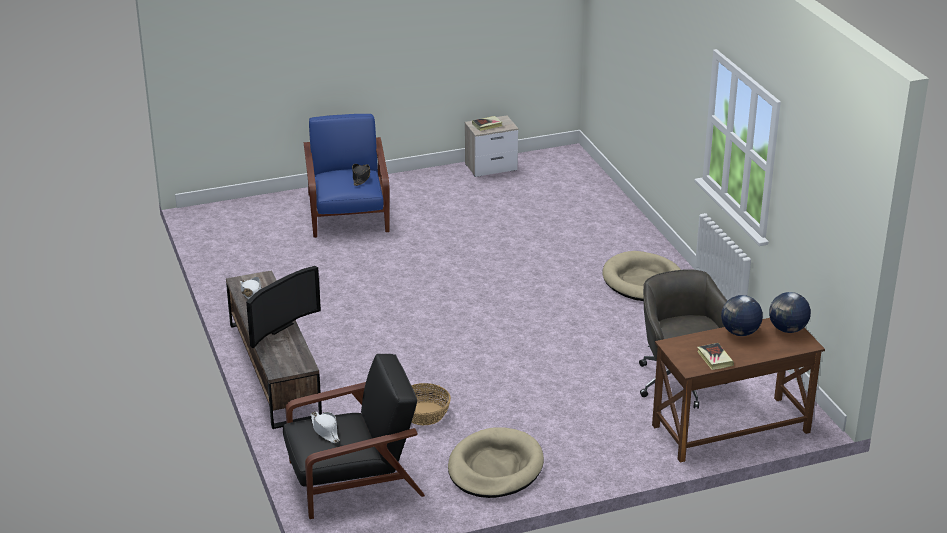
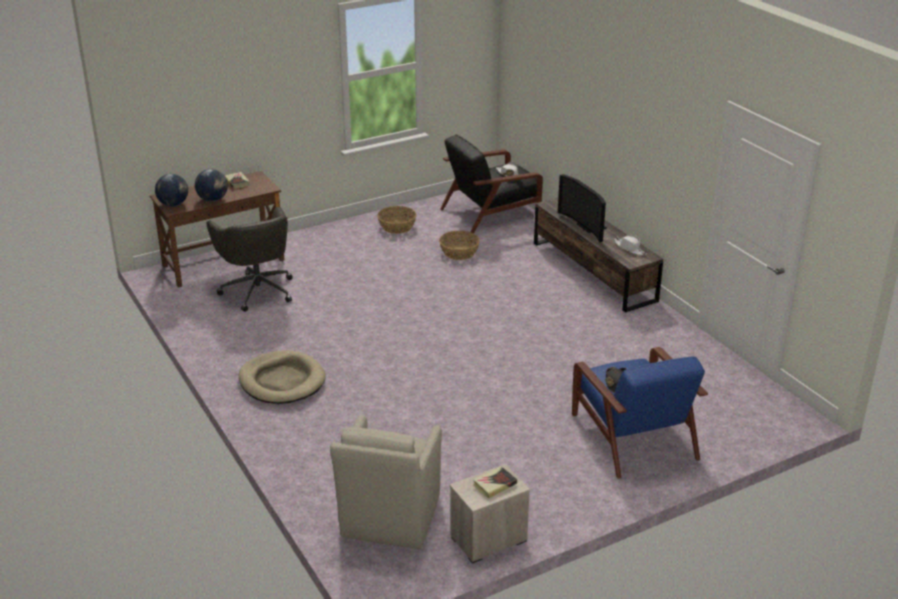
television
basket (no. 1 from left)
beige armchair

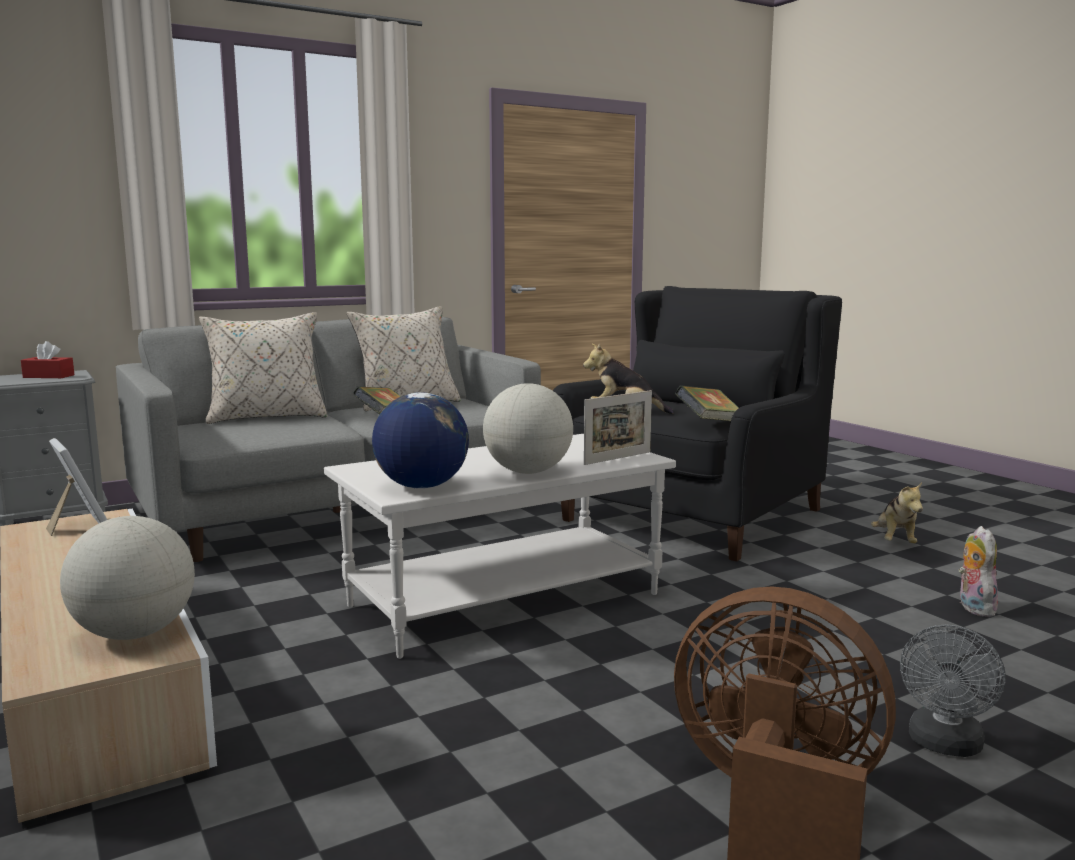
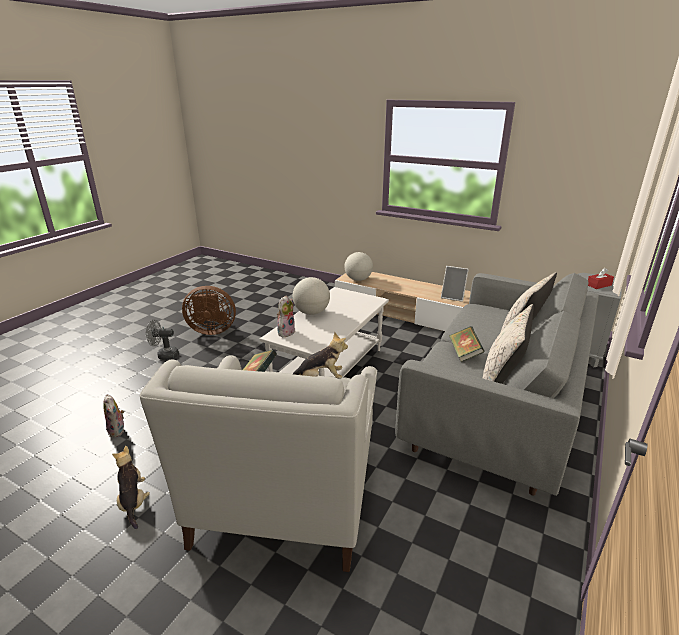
white armchair
plush toy (no. 3 from left)
globe (no. 2 from left in the first image)
grey fan

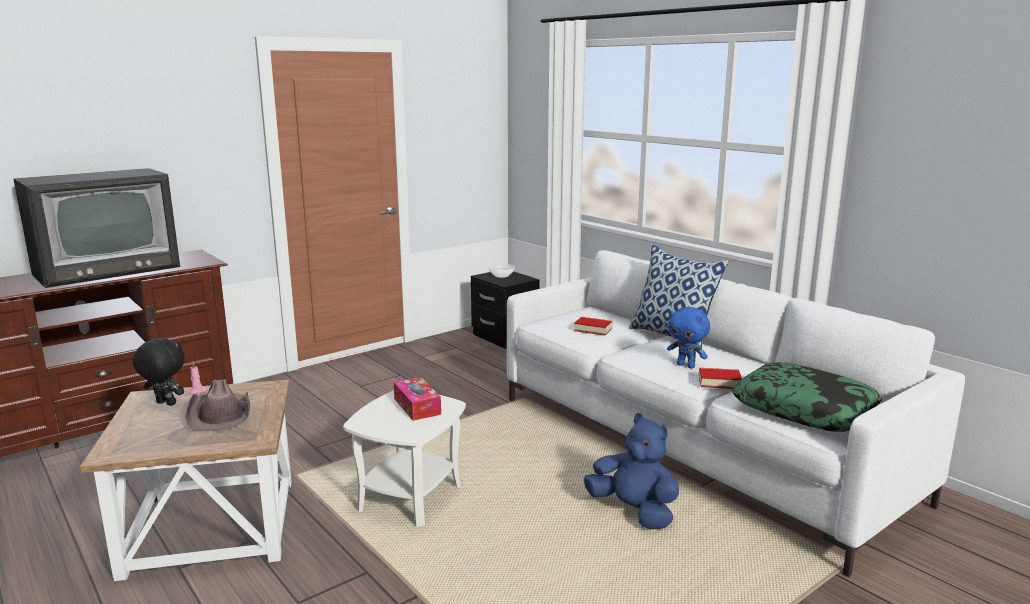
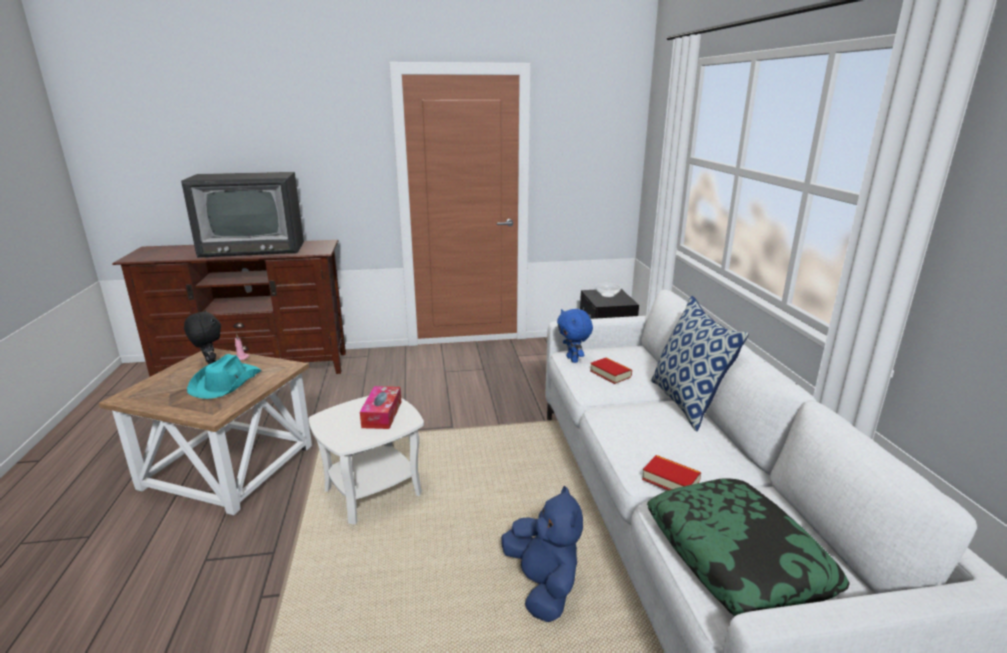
blue plush toy (no. 2 from left)
turquoise hat

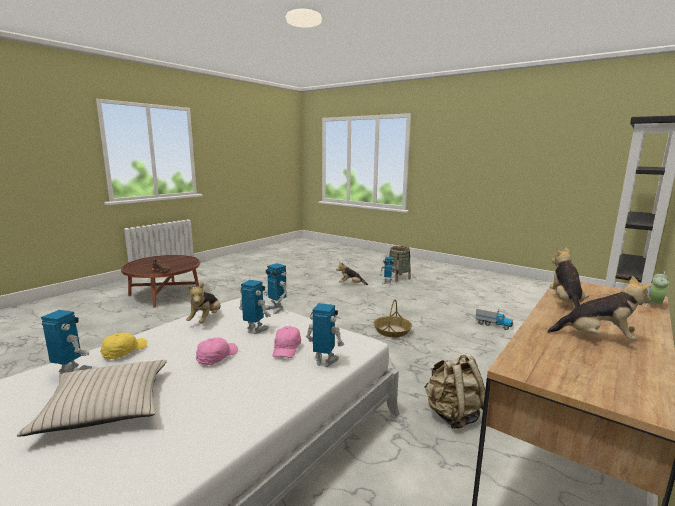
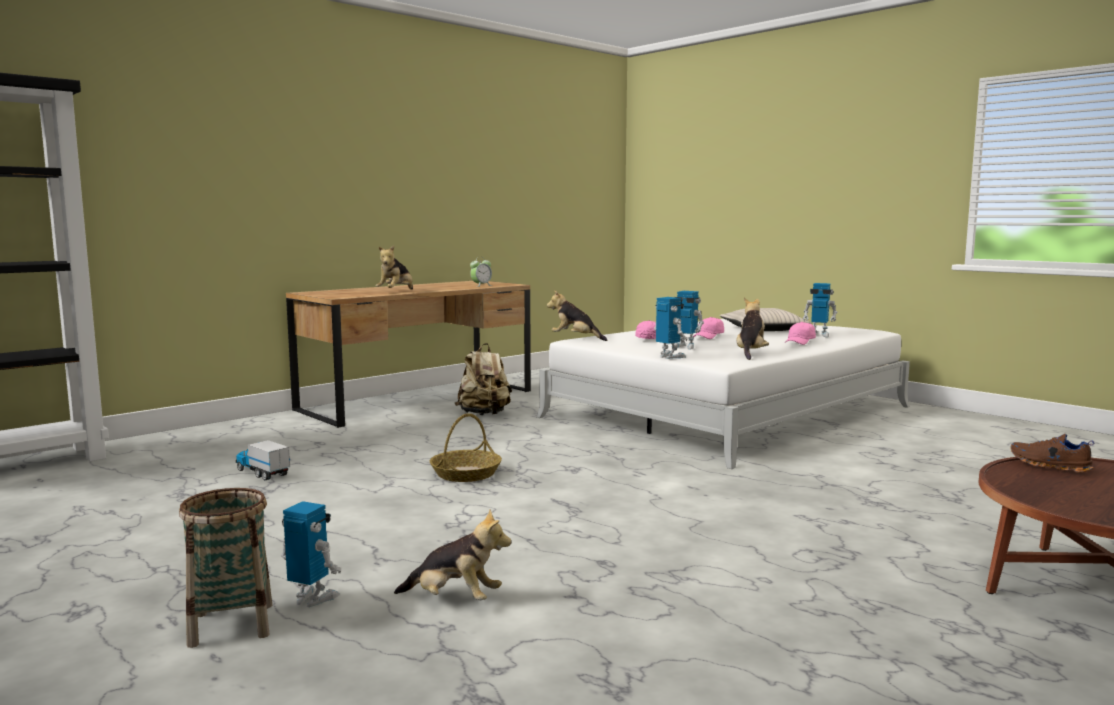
alarm clock
plush toy (no. 3 from left)
toy robot (no. 4 from left in the first image)
pink cap (no. 3 from left)

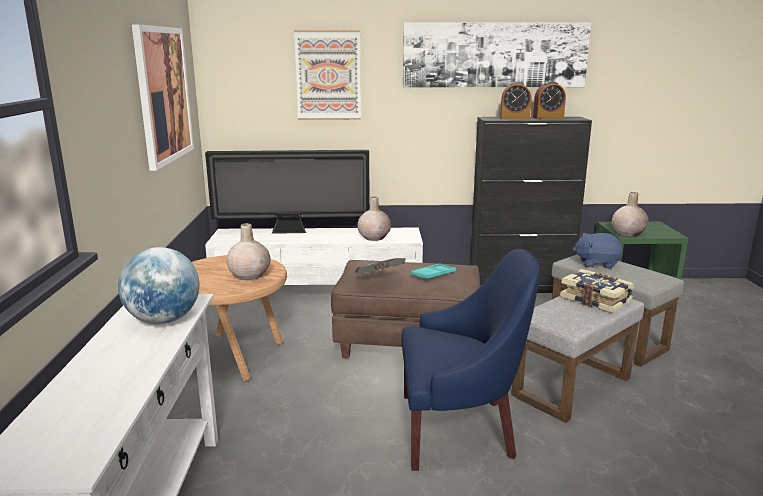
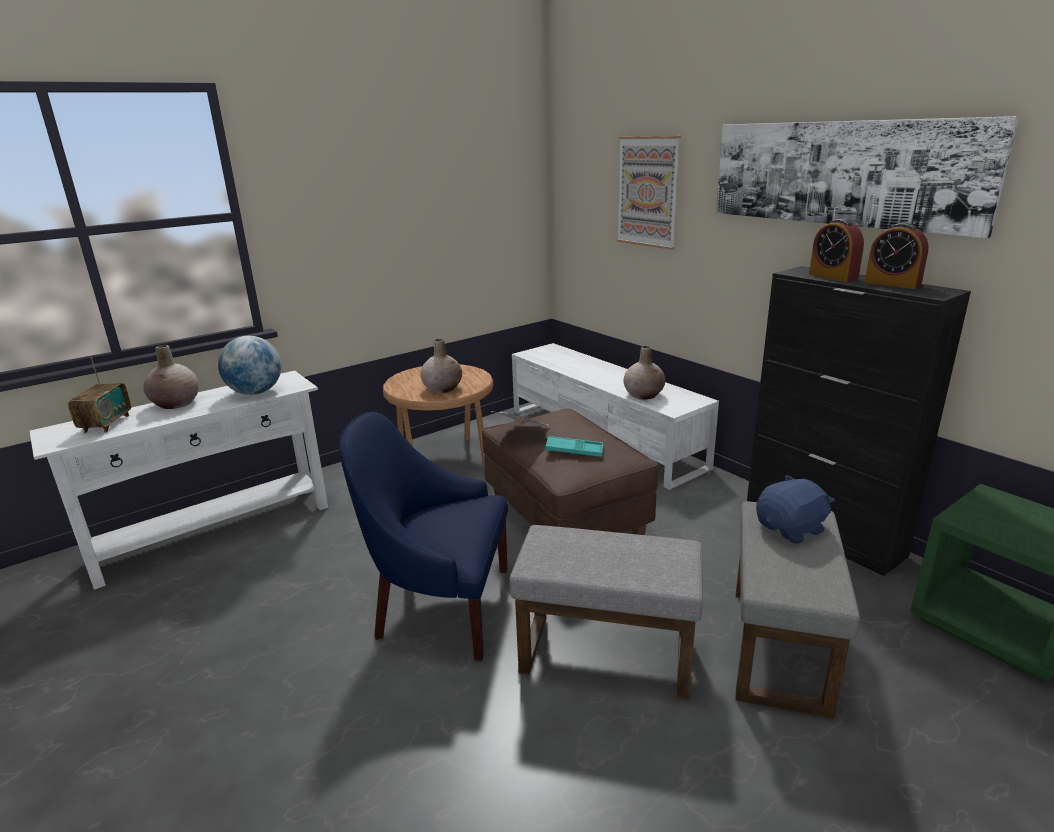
picture (no. 1 from left in the first image)
television
beige vase (no. 1 from left)
blue plush toy
blue armchair
book
radio

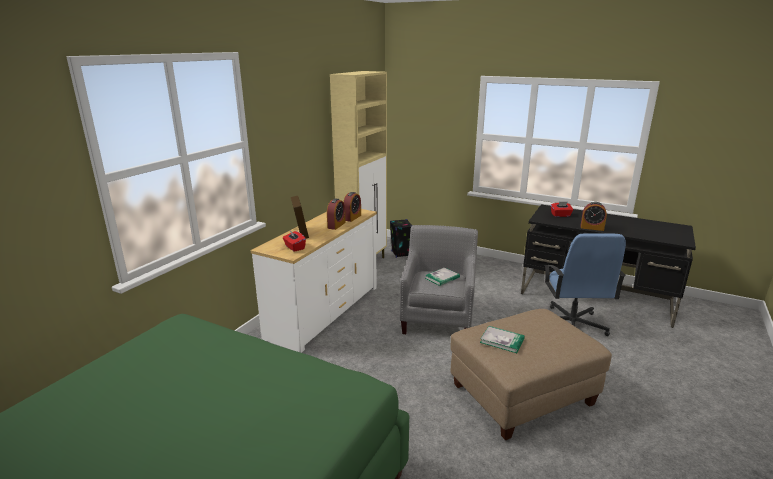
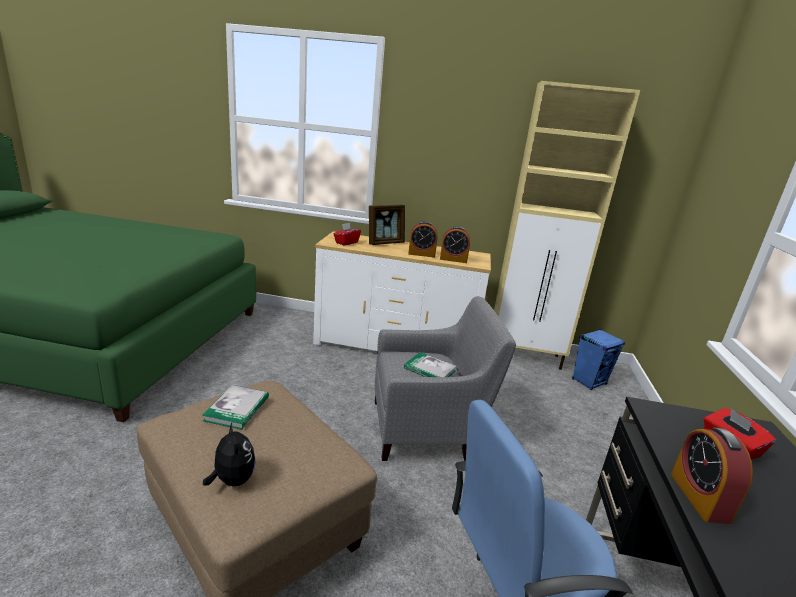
blue speaker
plush toy

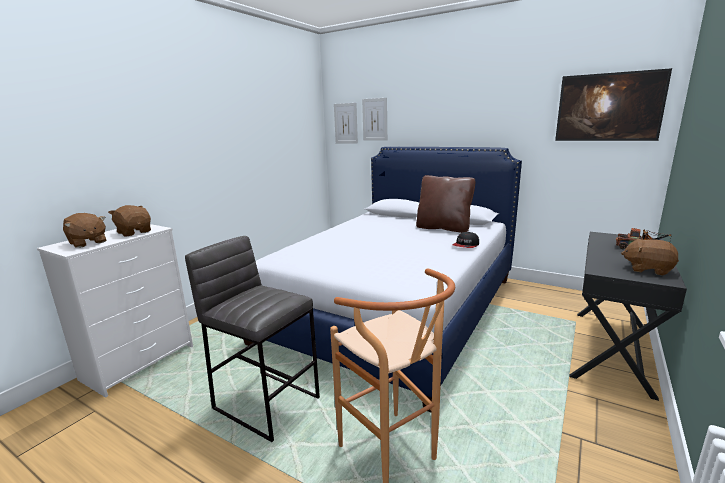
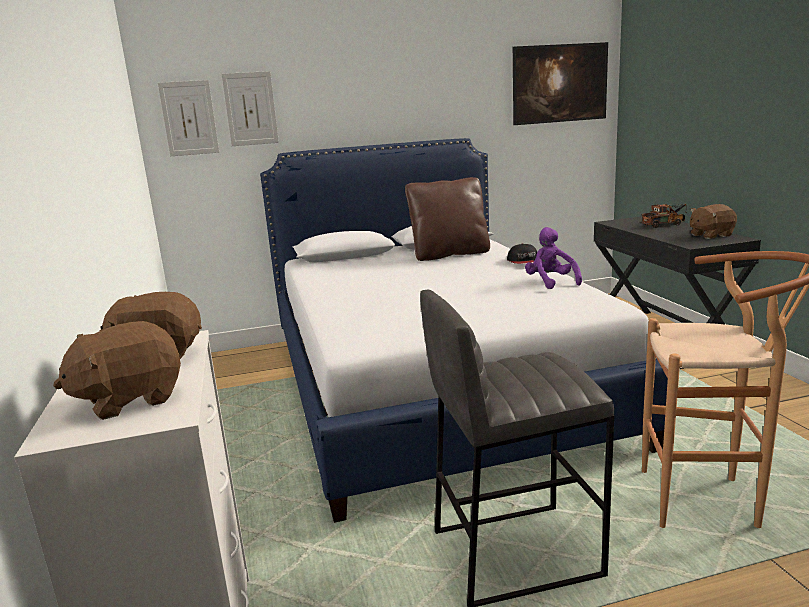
brown plush toy (no. 1 from left)
purple plush toy

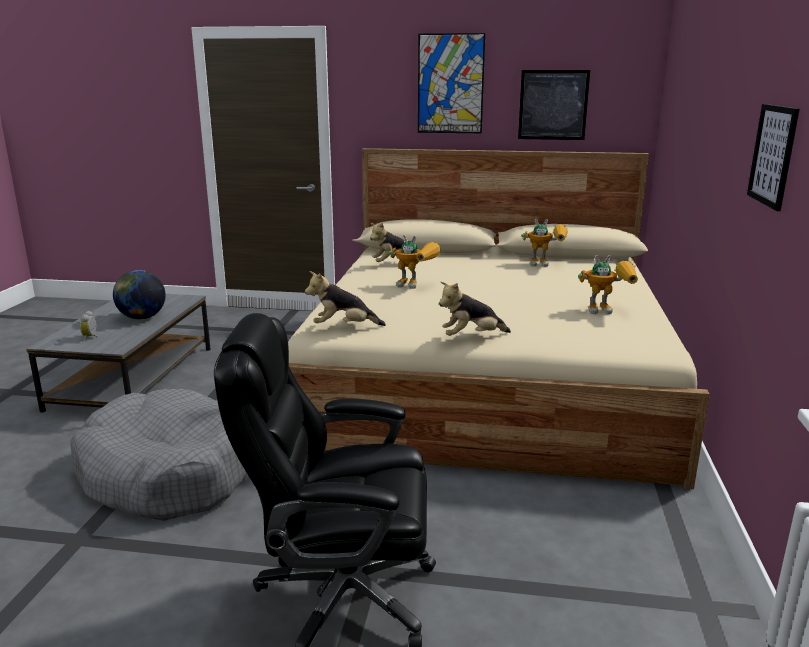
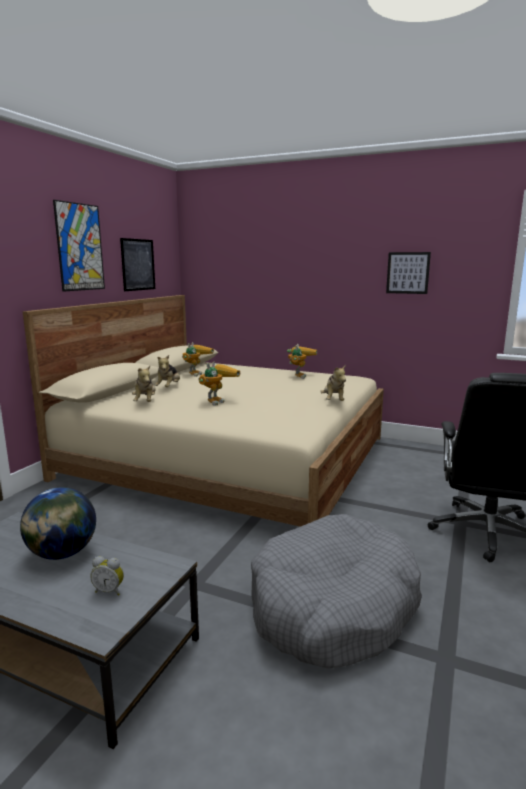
plush toy (no. 2 from left)

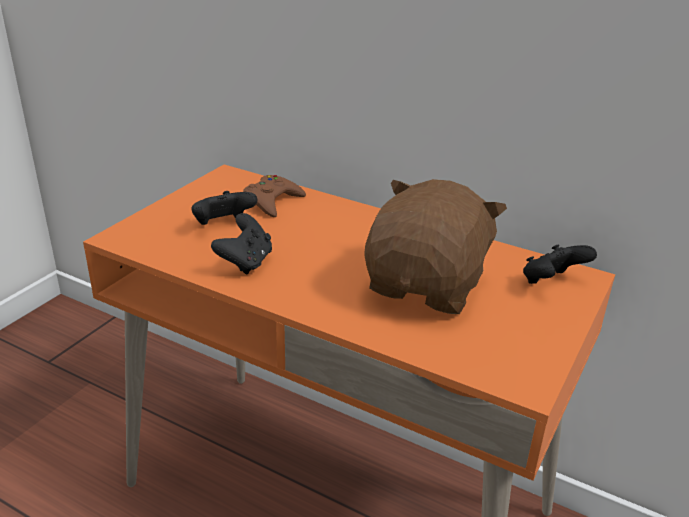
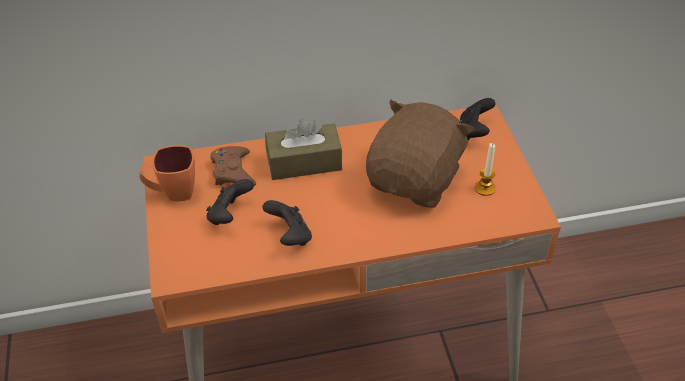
brown plush toy
brown tissue box
candle
orange mug

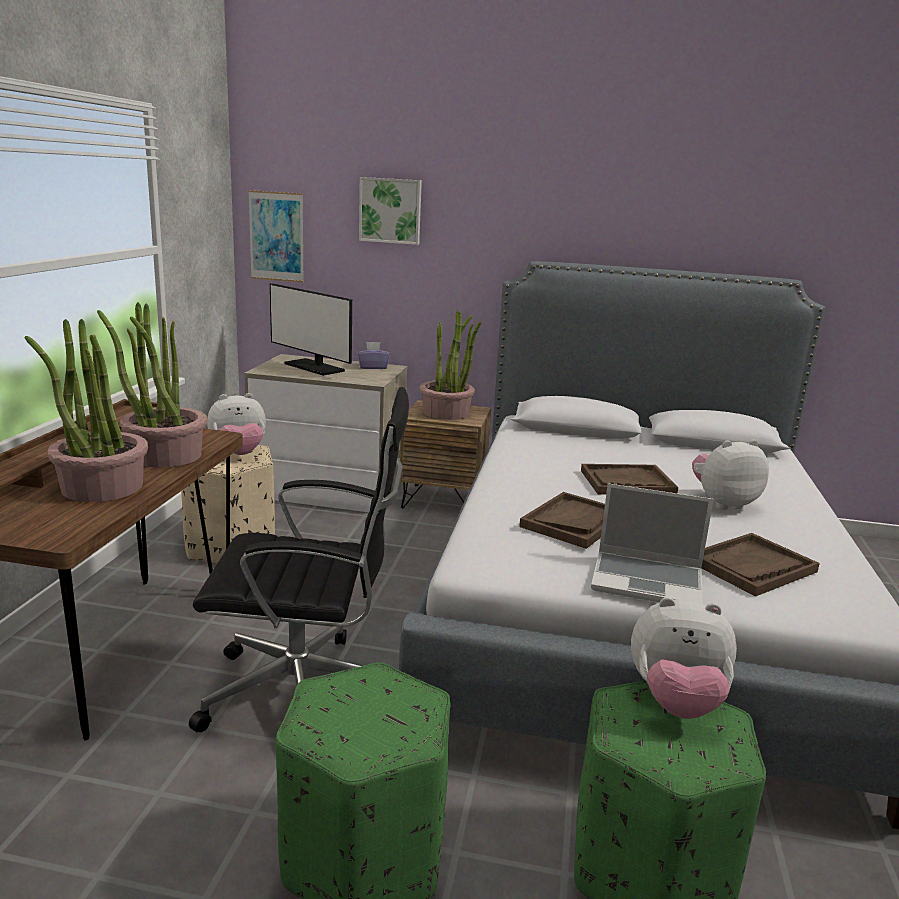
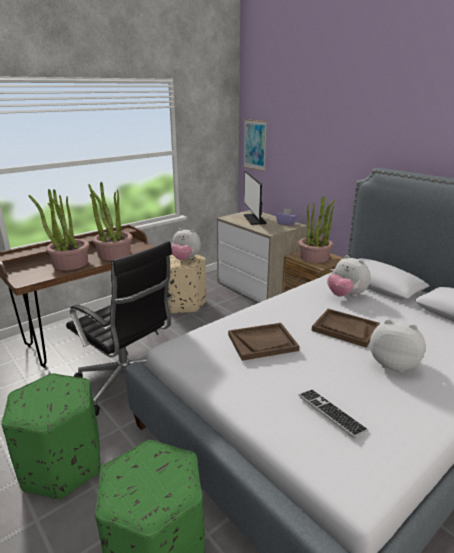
picture (no. 2 from left in the first image)
laptop
keyboard
plush toy (no. 2 from left)

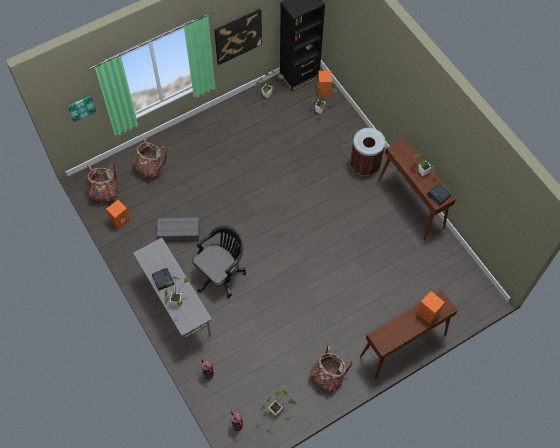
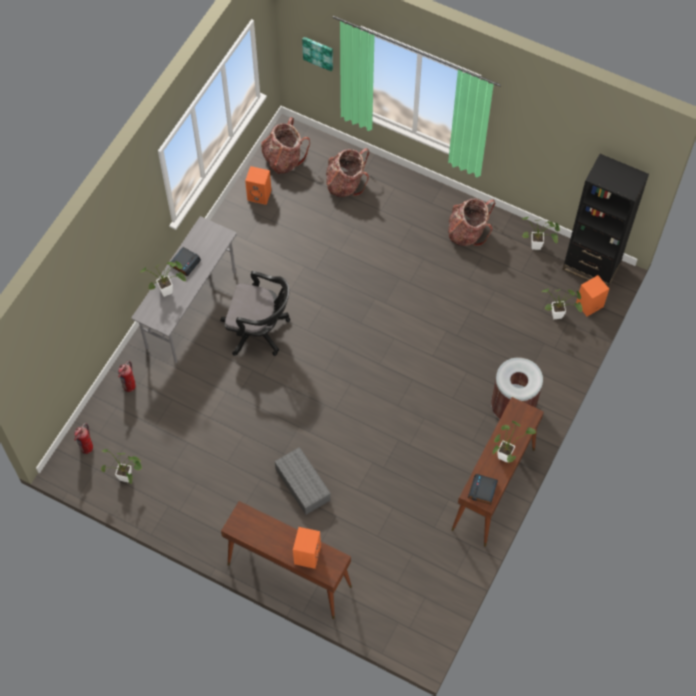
picture (no. 2 from left in the first image)
grey storage box
backpack (no. 3 from left)

